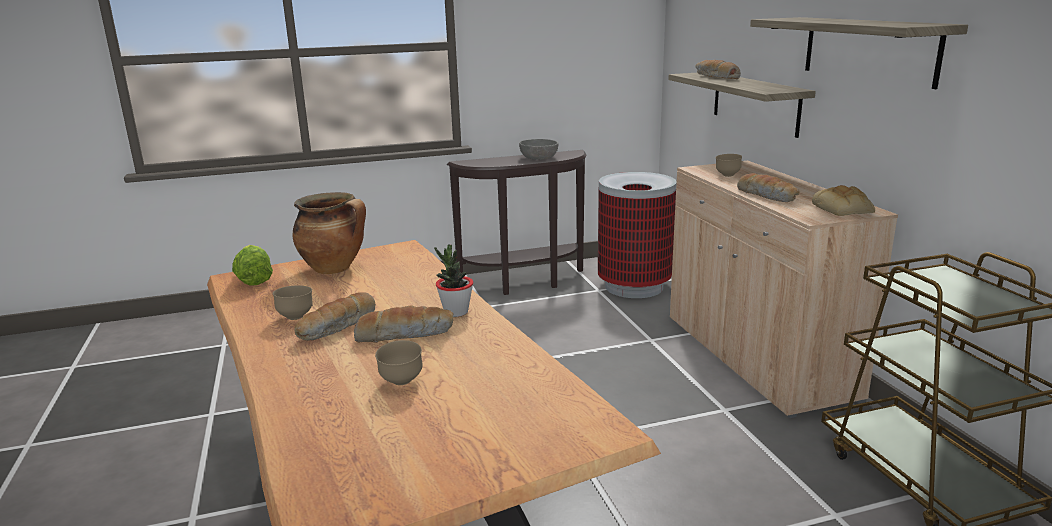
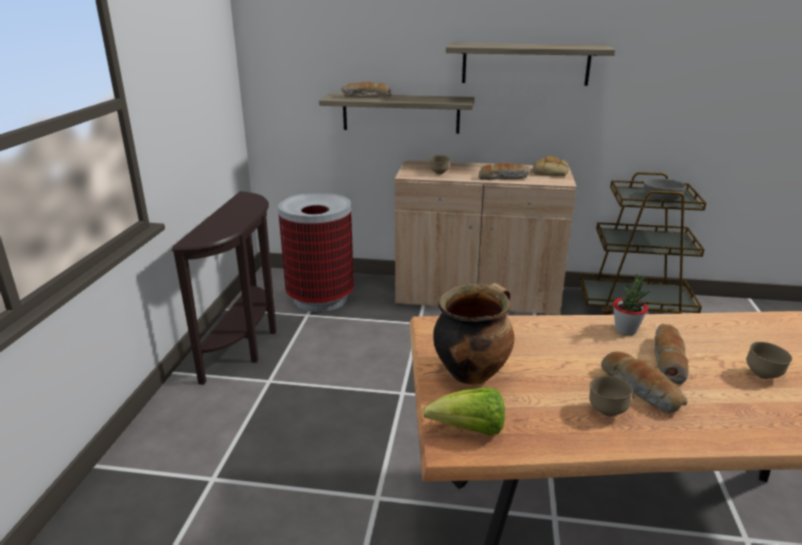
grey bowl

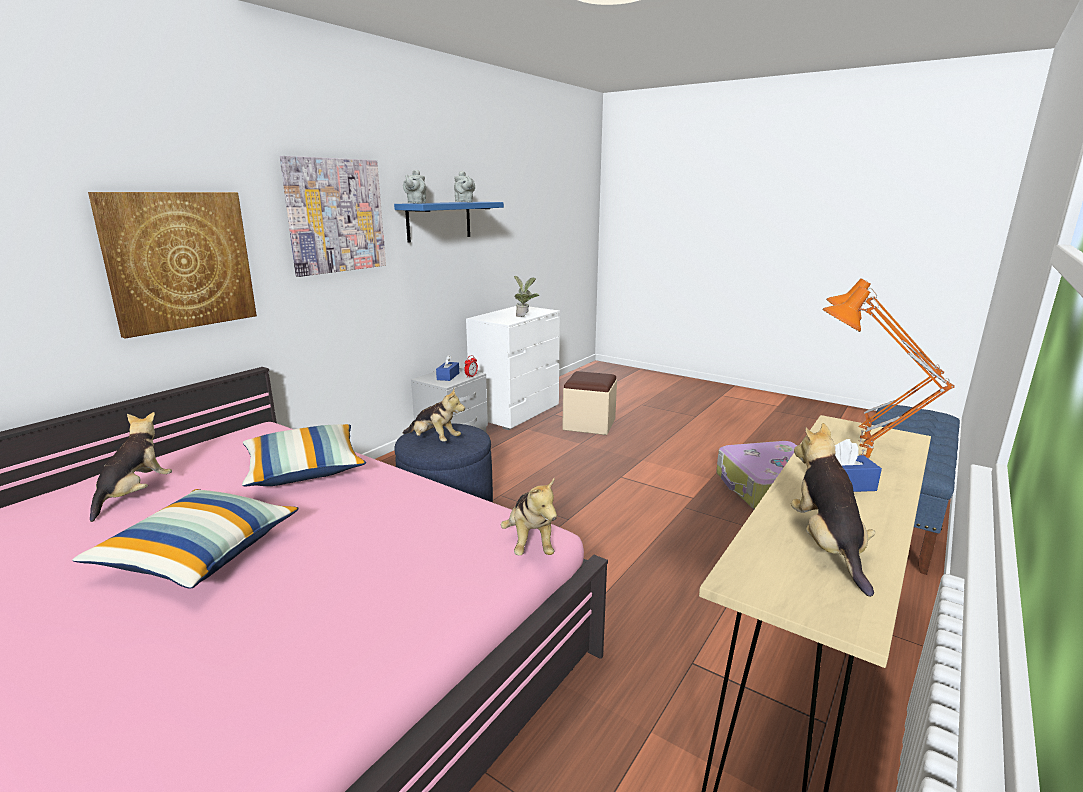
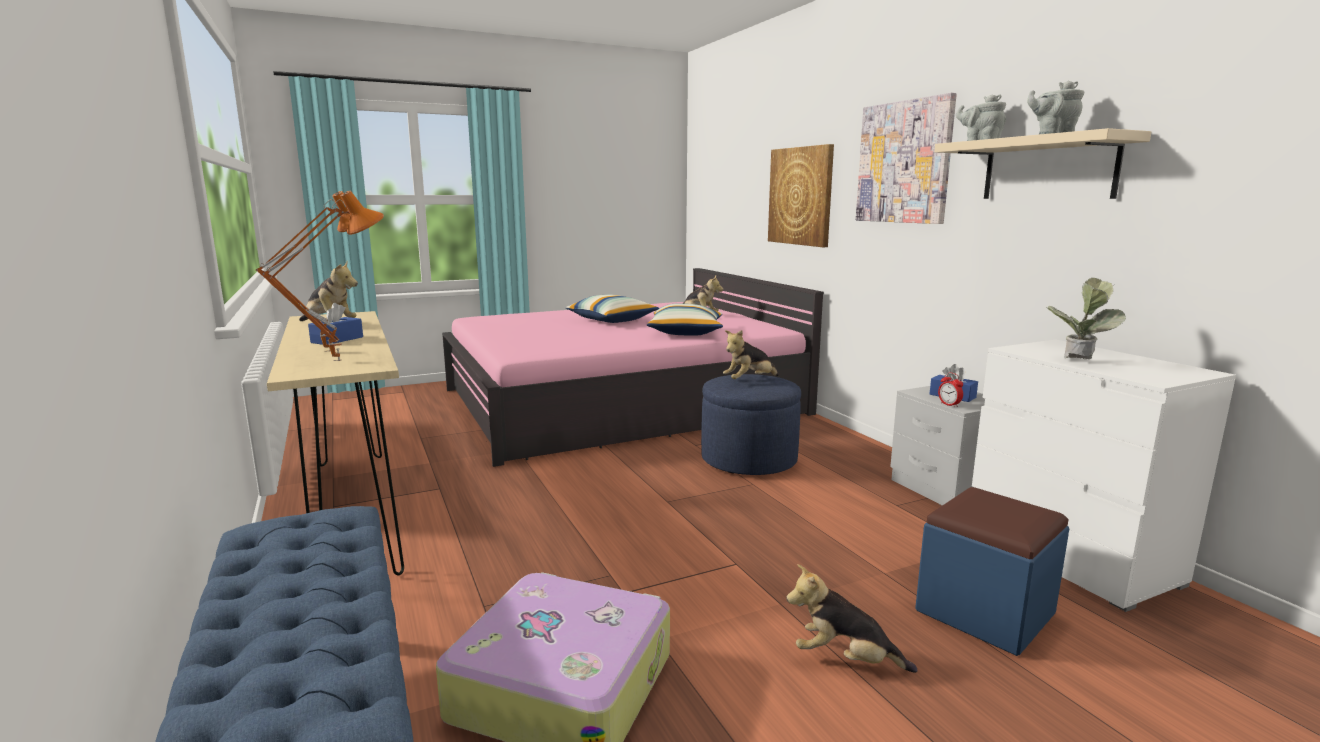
beige shelf
blue ottoman (no. 2 from left)
plush toy (no. 4 from left)

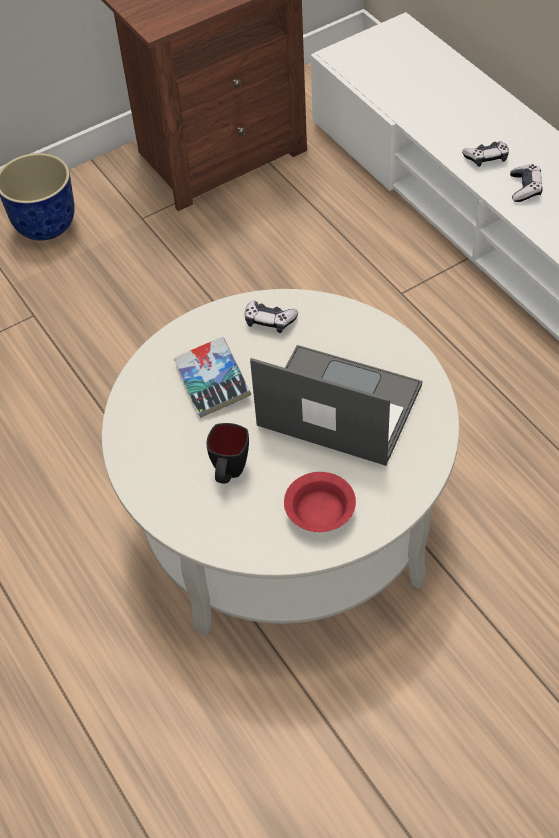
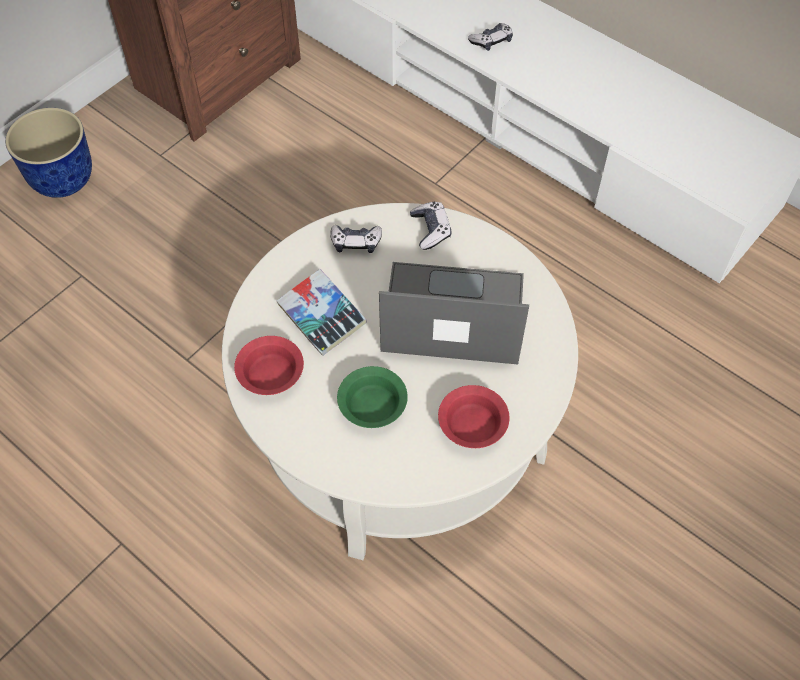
game controller (no. 2 from left)
green bowl
red bowl (no. 1 from left)

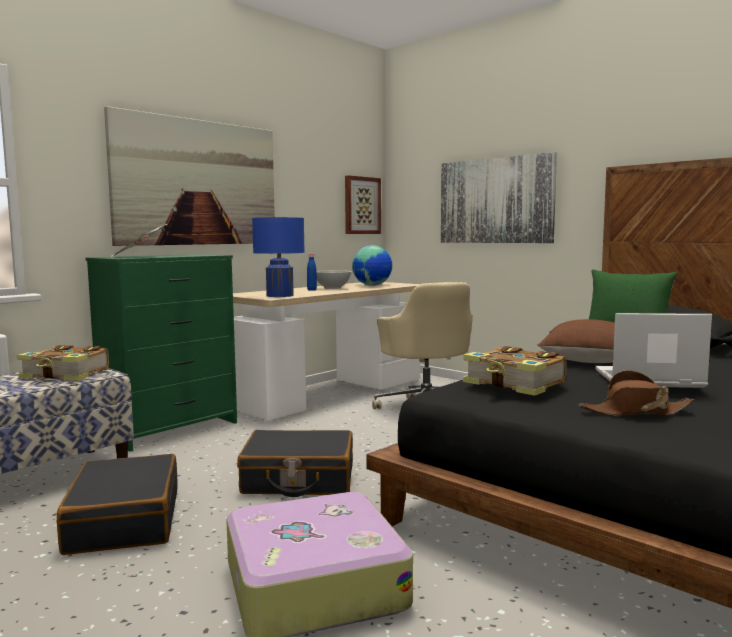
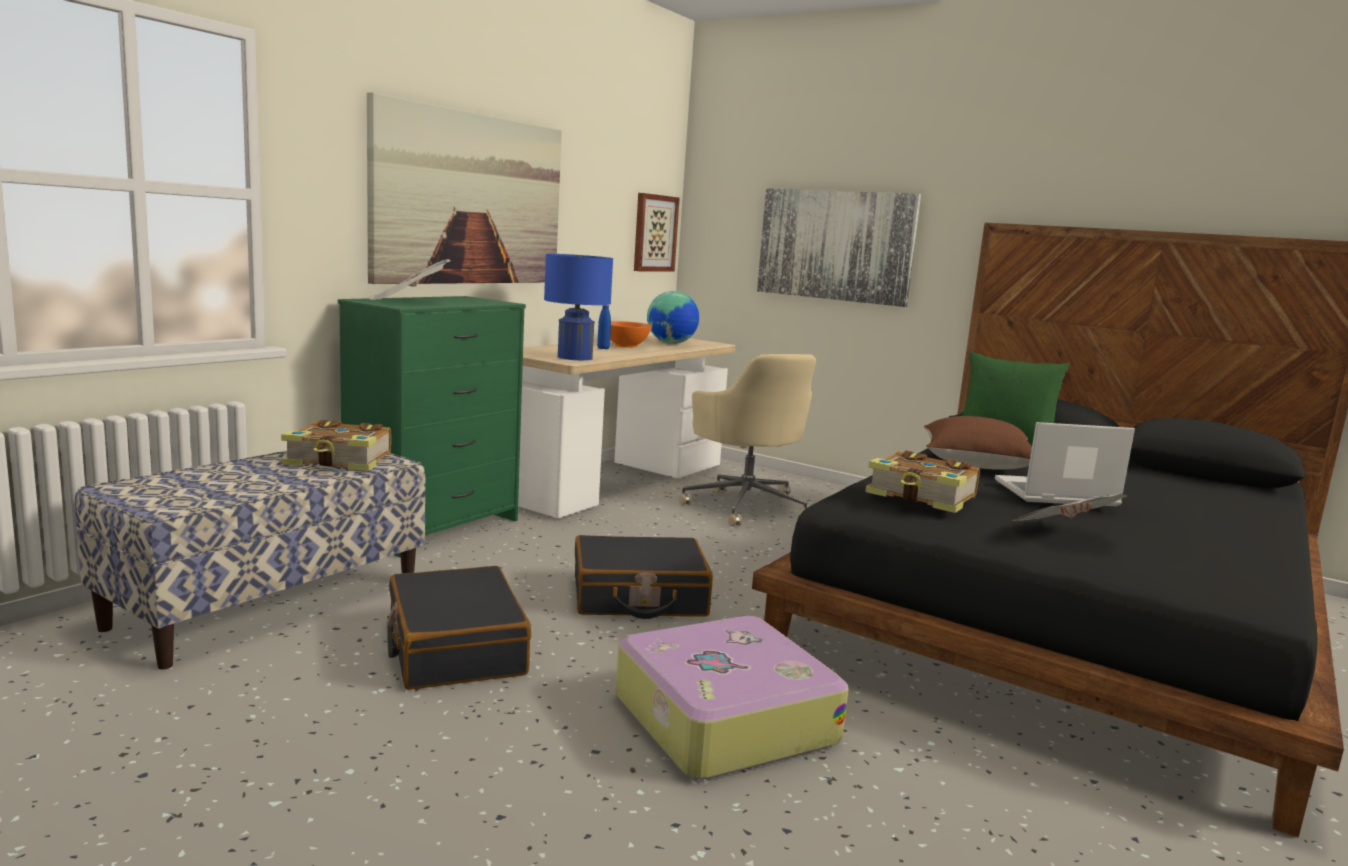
orange bowl
newspaper (no. 2 from left)

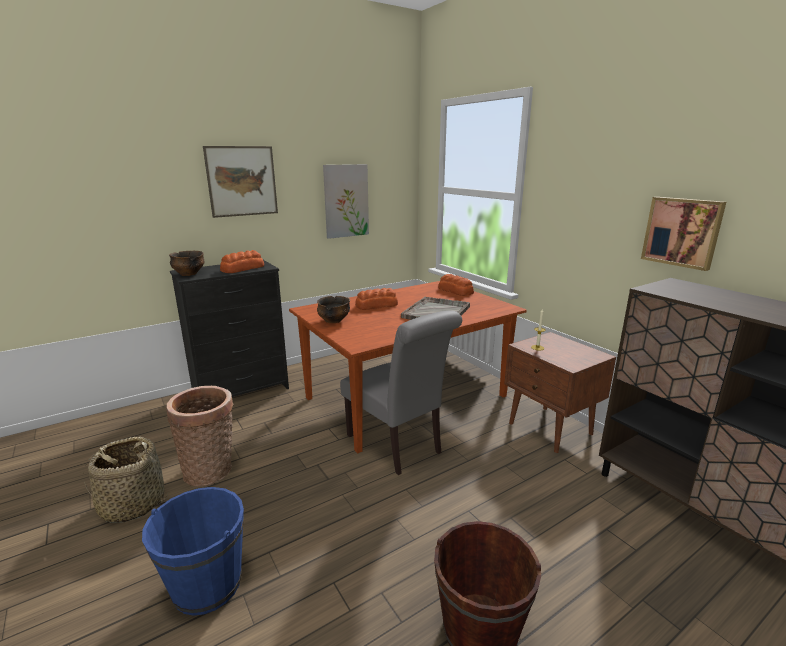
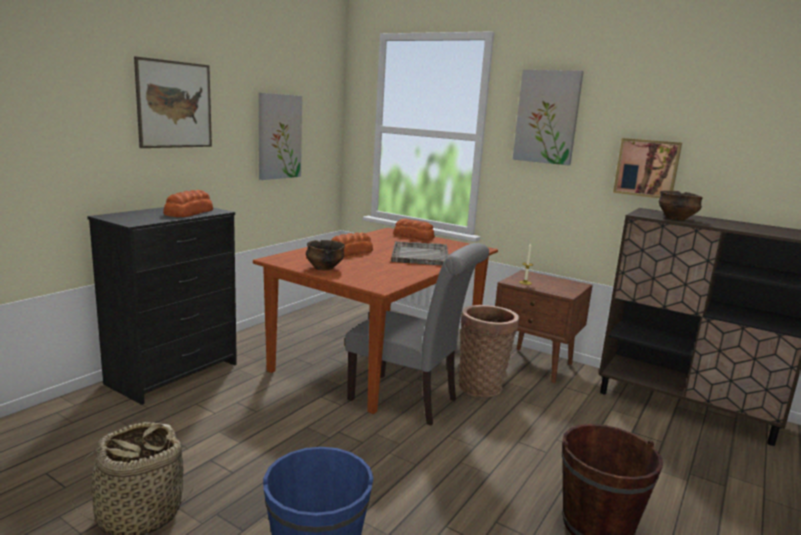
bowl (no. 2 from left)
basket (no. 2 from left)
picture (no. 3 from left)

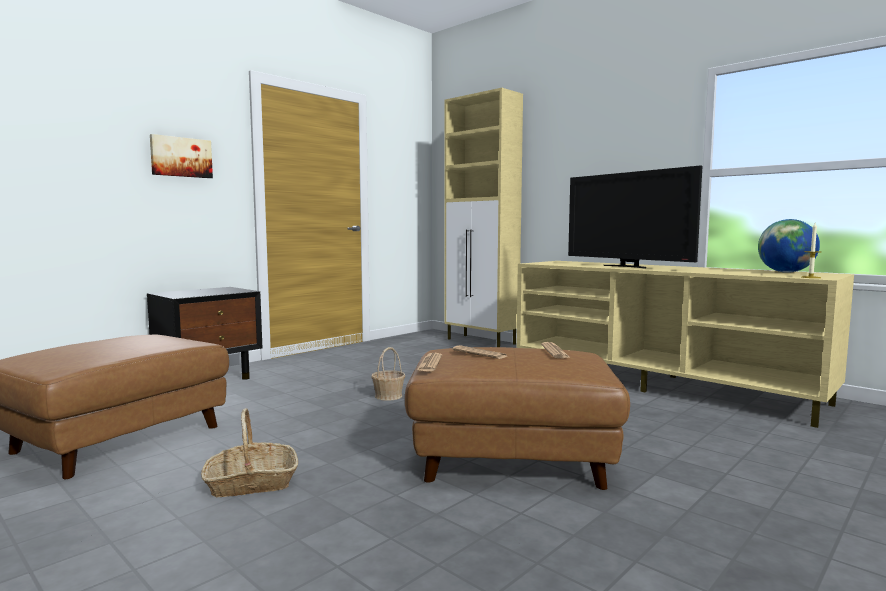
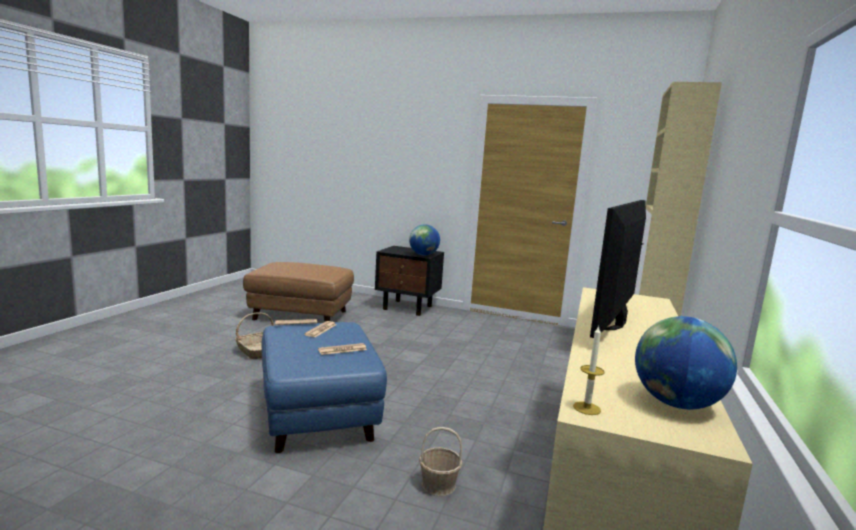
picture
basket (no. 2 from left)
blue ottoman
globe (no. 1 from left)

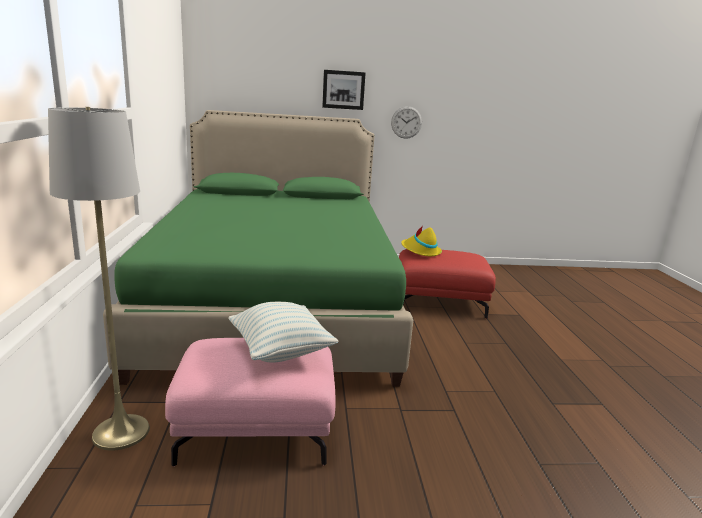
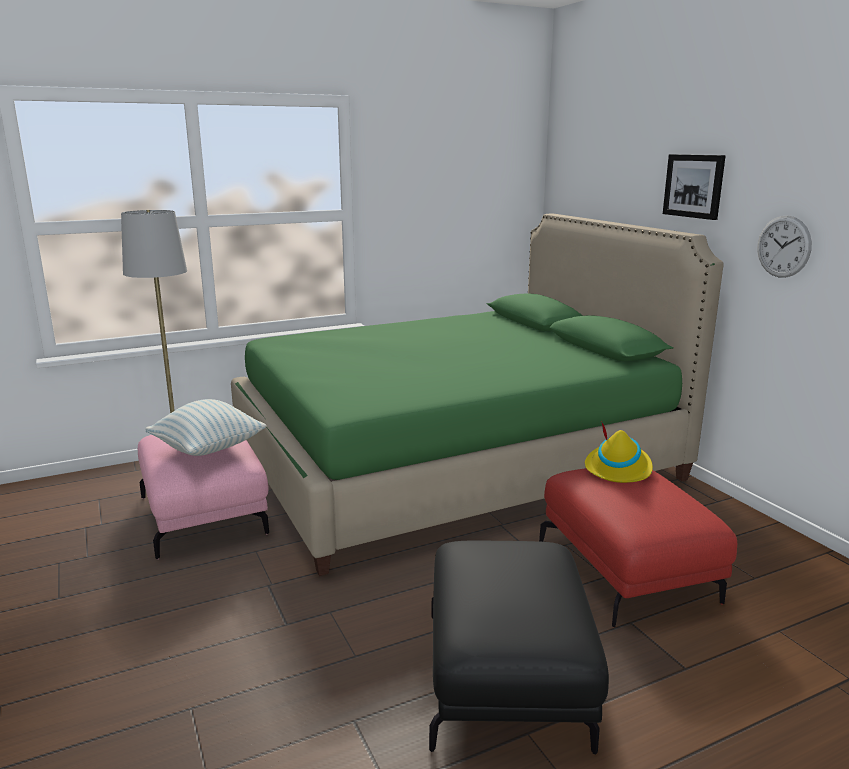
black ottoman

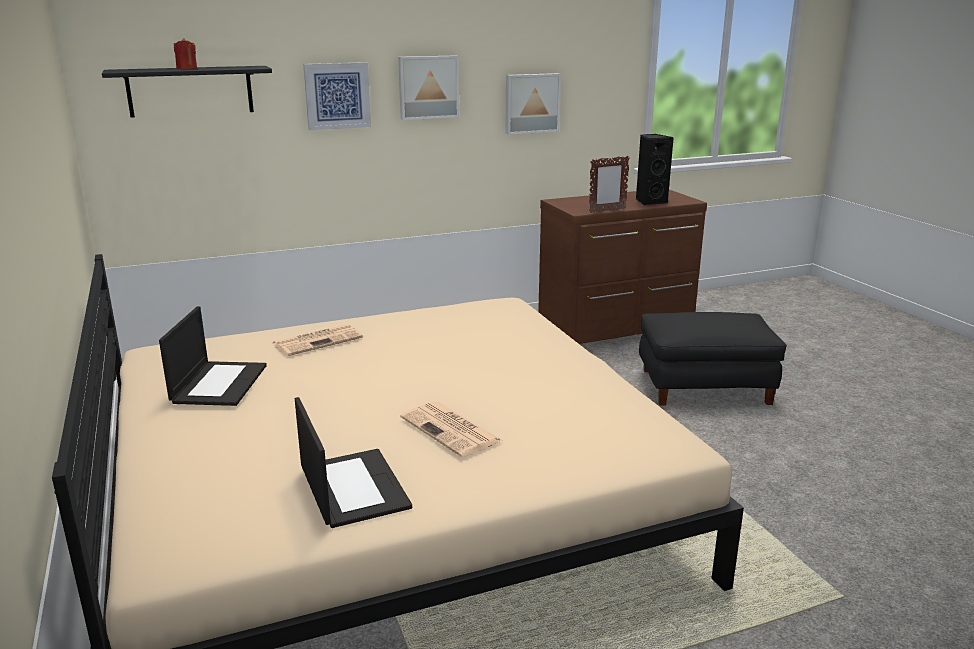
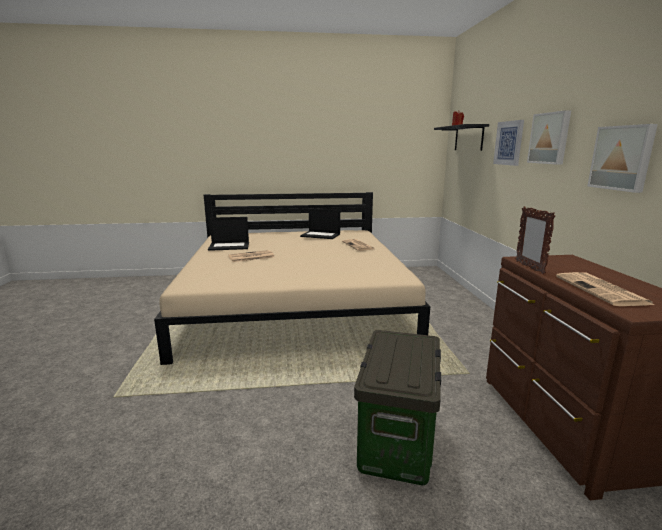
newspaper (no. 3 from left)
storage box

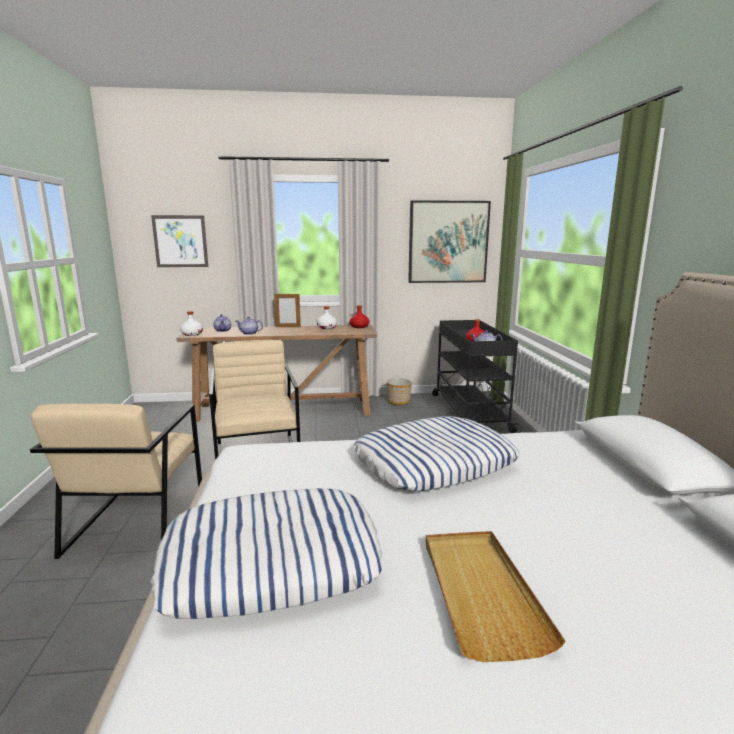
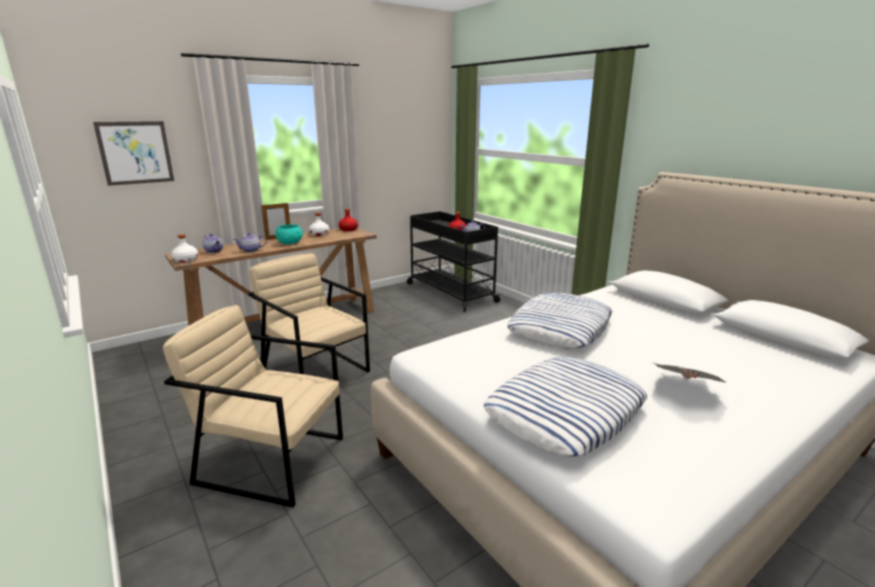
picture (no. 2 from left in the first image)
planter
beige armchair (no. 1 from left)
newspaper
turquoise bowl

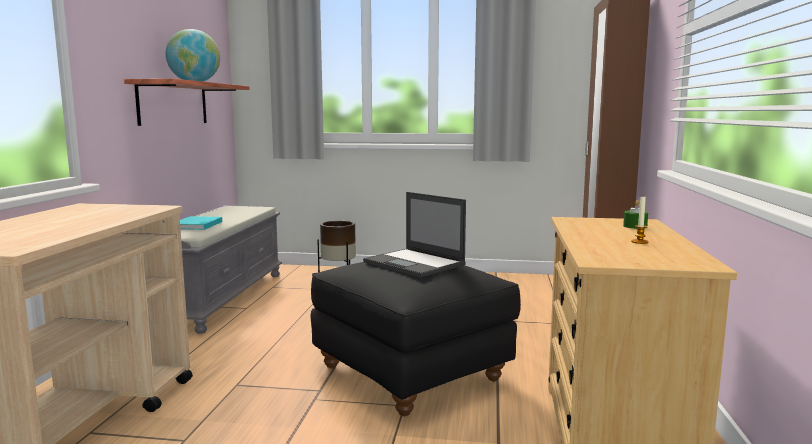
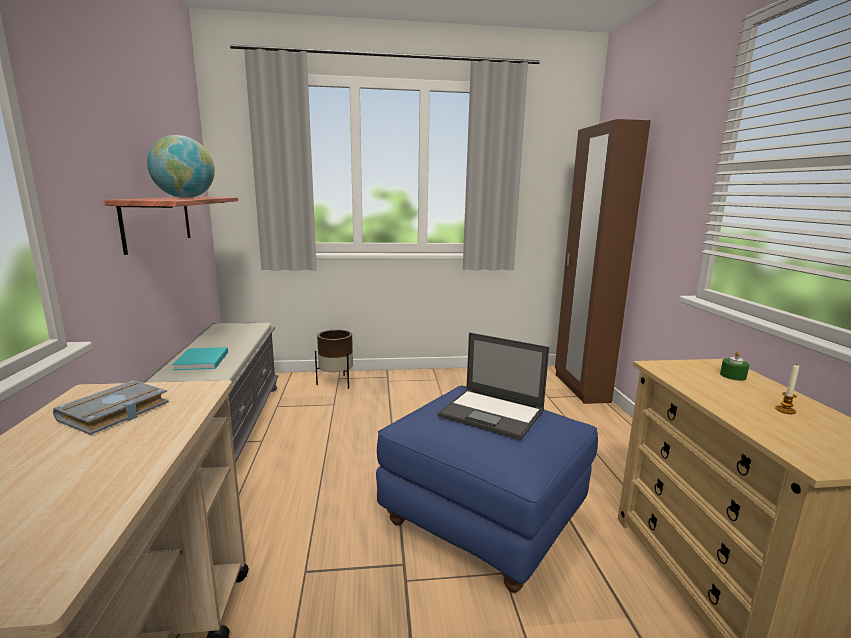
blue ottoman
grey book

